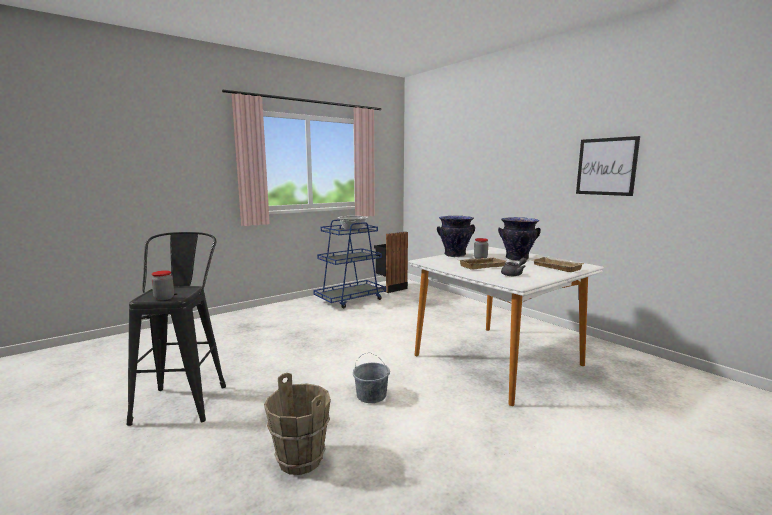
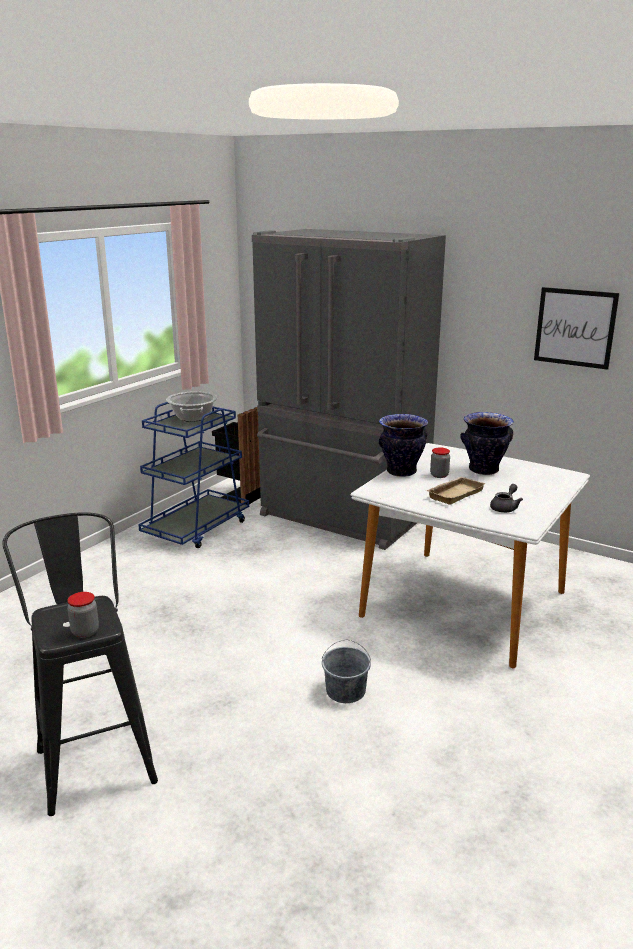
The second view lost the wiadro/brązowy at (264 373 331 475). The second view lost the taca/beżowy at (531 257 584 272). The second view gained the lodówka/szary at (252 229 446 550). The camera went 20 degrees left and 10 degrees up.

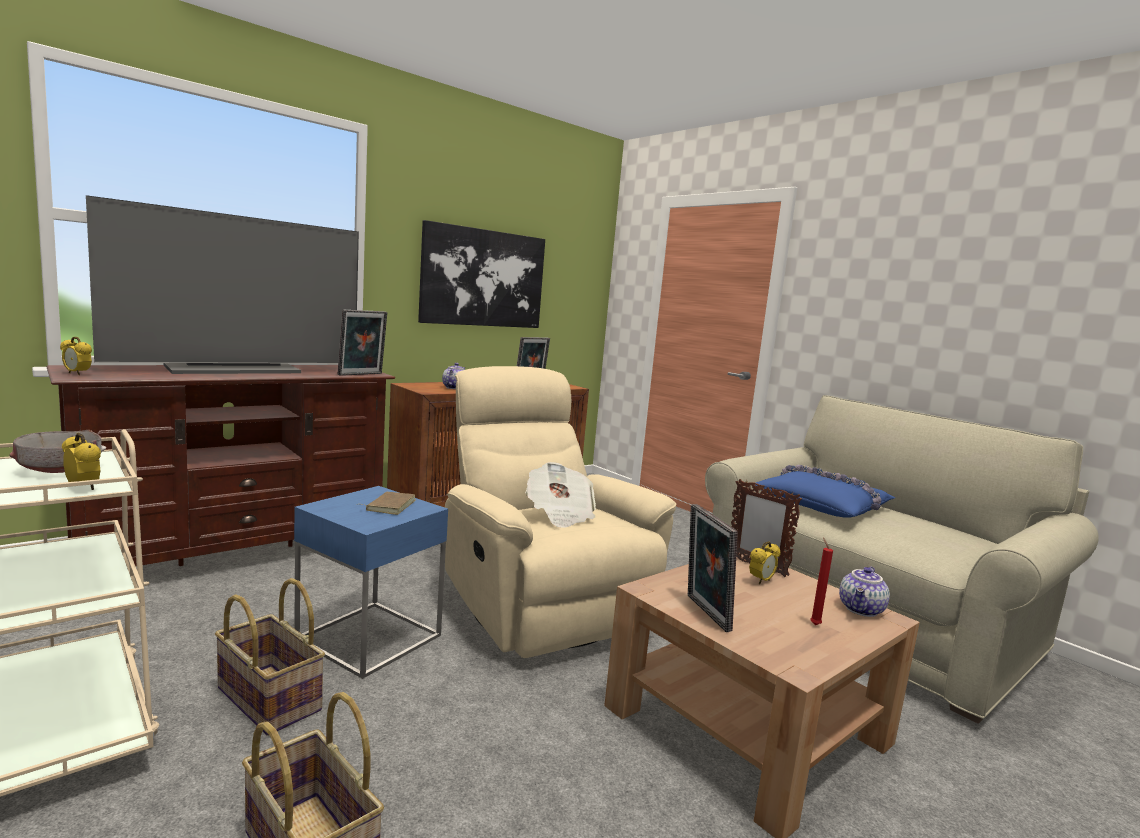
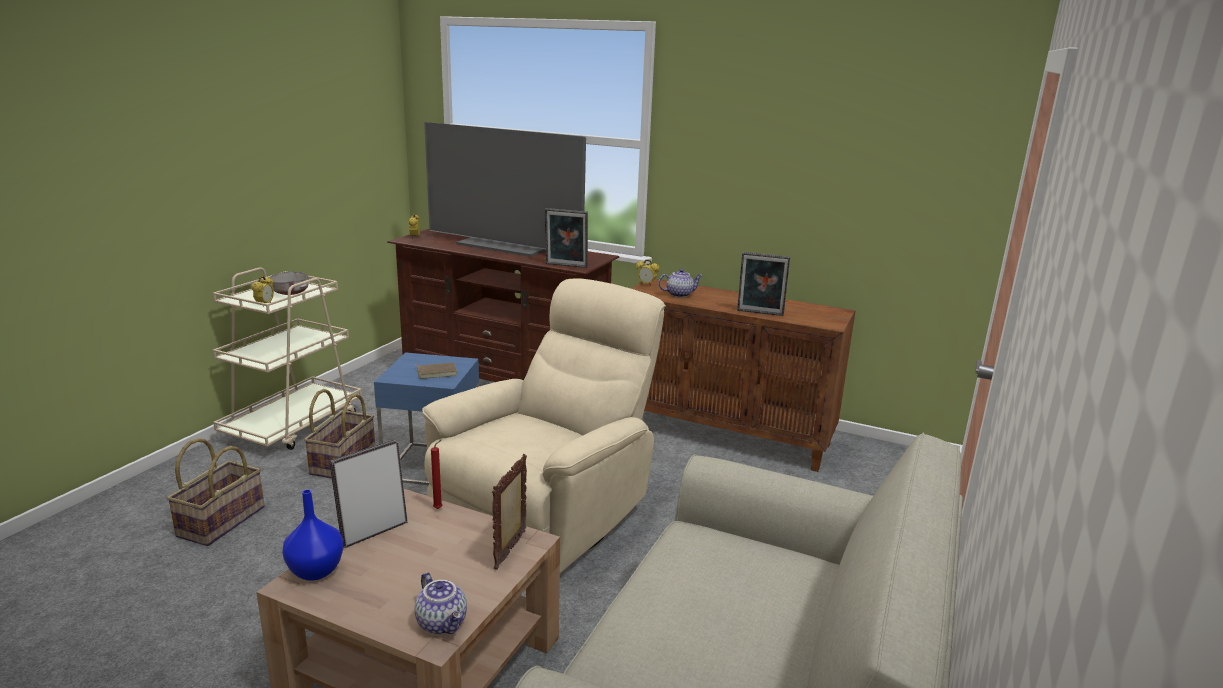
The second view lost the obraz at (418 220 545 328). The second view lost the gazeta at (525 462 596 528). The second view lost the poduszka/niebieski at (755 465 895 518). The second view gained the wazon/niebieski at (282 489 343 581). The budzik ended up elsewhere, having gone from (749 541 781 584) to (636 259 659 286). The świeca/czerwony ended up elsewhere, having gone from (810 537 833 625) to (431 440 442 509). The imbryk at (839 567 890 617) ended up facing another way, 135 degrees counterclockwise from before. The camera went 65 degrees right and 10 degrees up.

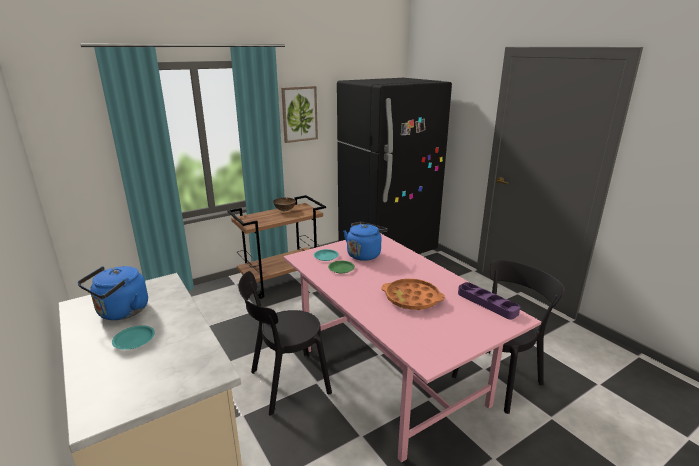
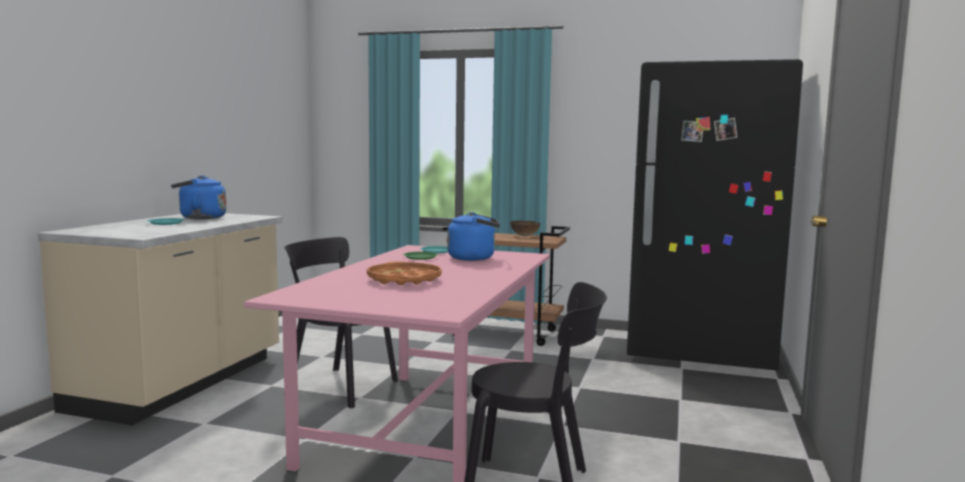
The second view lost the obraz at (281 86 318 143). The second view lost the taca/fioletowy at (458 282 520 319). The camera went 50 degrees right and 15 degrees down.

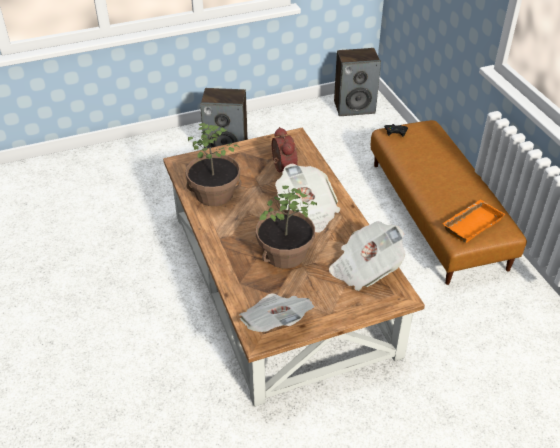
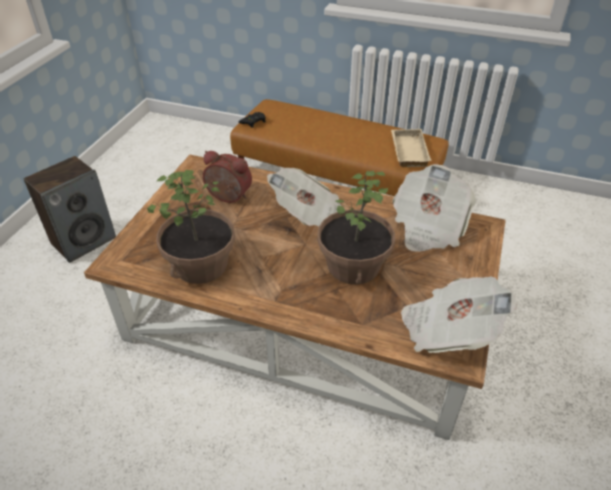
The second view lost the głośnik at (334 48 381 116). What was the taca/pomarańczowy at (442 200 505 243) turned into the taca/beżowy at (391 129 431 167). The camera went 50 degrees left and 0 degrees up.

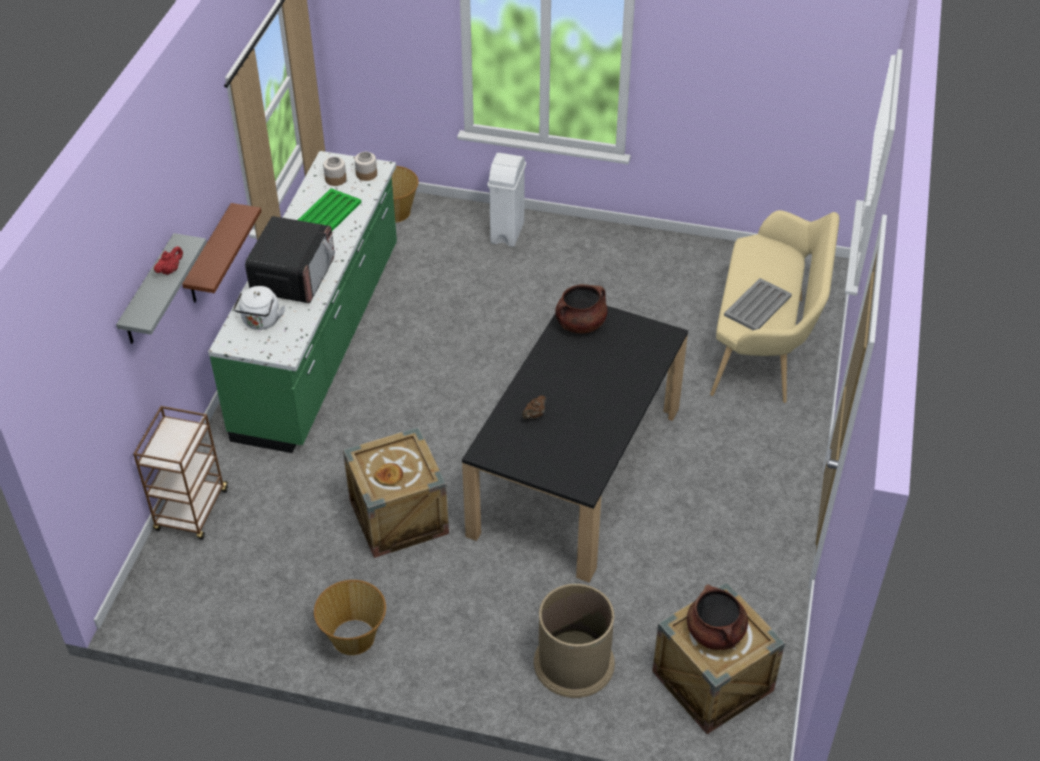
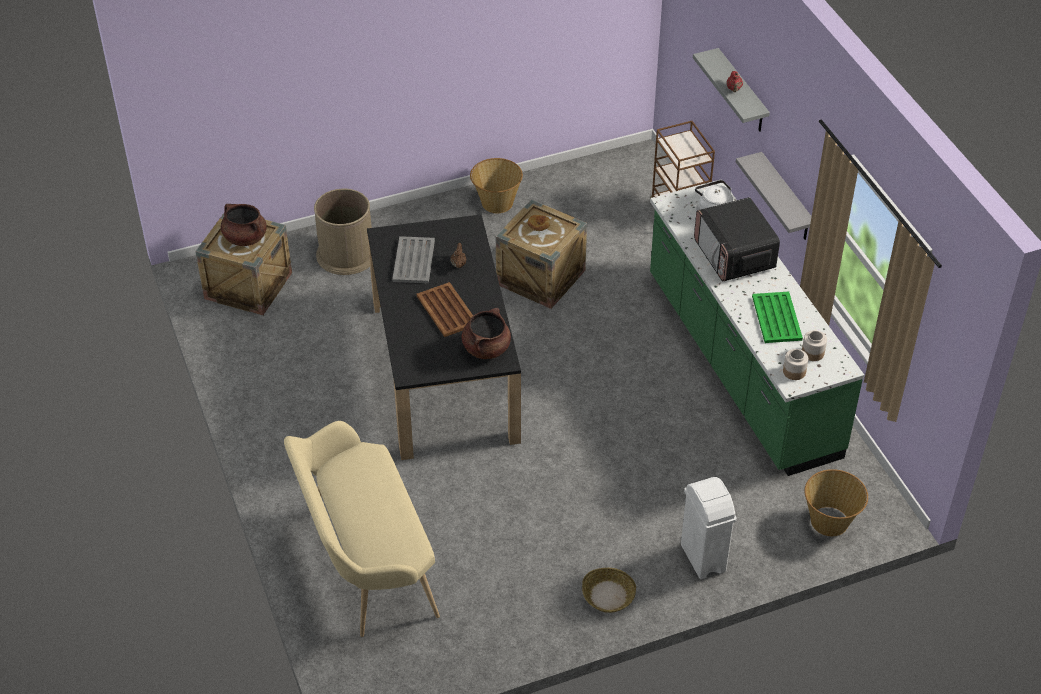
The second view gained the taca/brązowy at (417 282 473 337). The second view gained the koszyk at (582 568 636 613). The taca/szary ended up elsewhere, having gone from (724 278 792 330) to (392 236 435 283). What was the półka/brązowy at (182 203 261 303) turned into the półka/szary at (736 152 812 240). The camera went 145 degrees right and 0 degrees up.

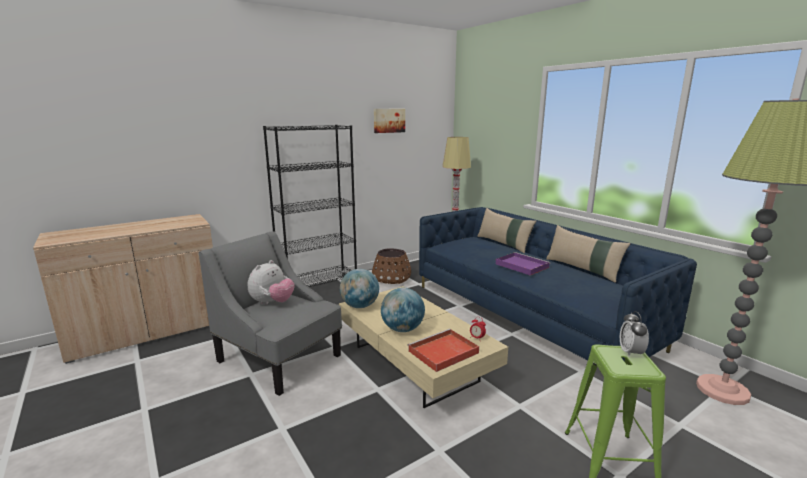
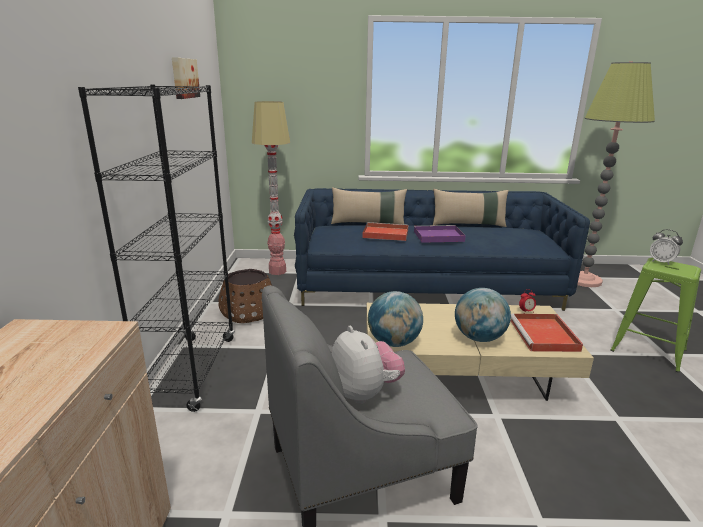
The second view gained the taca/czerwony at (362 222 408 241). The camera went 55 degrees left and 5 degrees up.

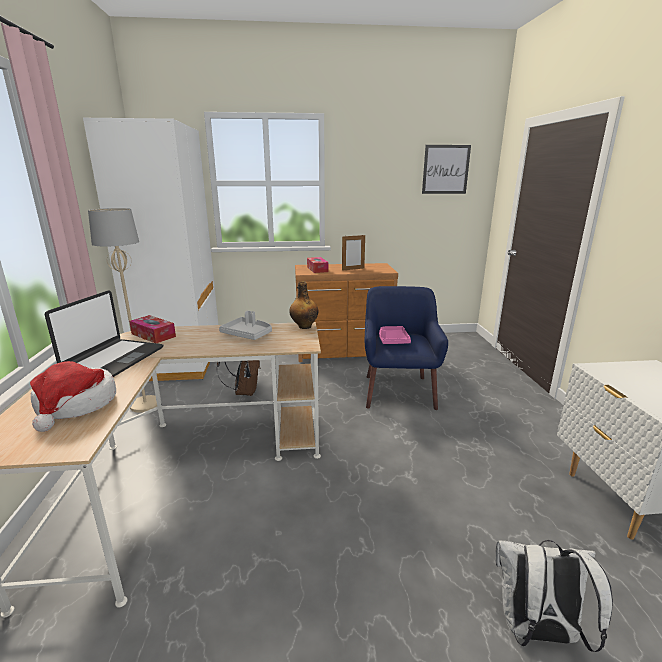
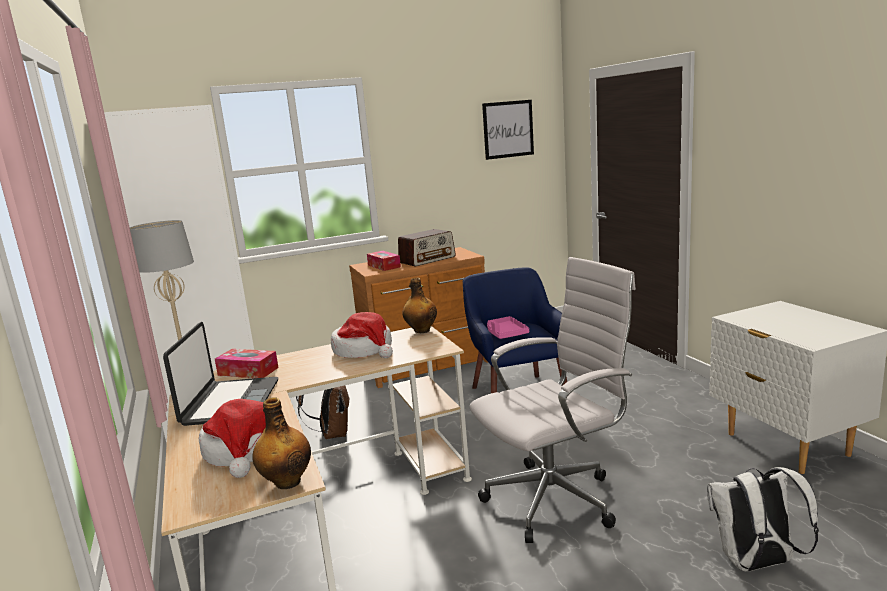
The second view gained the butelka at (252 397 311 489). The second view gained the krzesło biurowe/biały at (470 257 636 543). Where the taca/szary stood at (219 311 272 340), the kapelusz came to stand at (331 312 393 358). Where the ramka na zdjęcie stood at (342 235 365 271), the radio came to stand at (398 229 455 266). The camera went 15 degrees left and 5 degrees down.

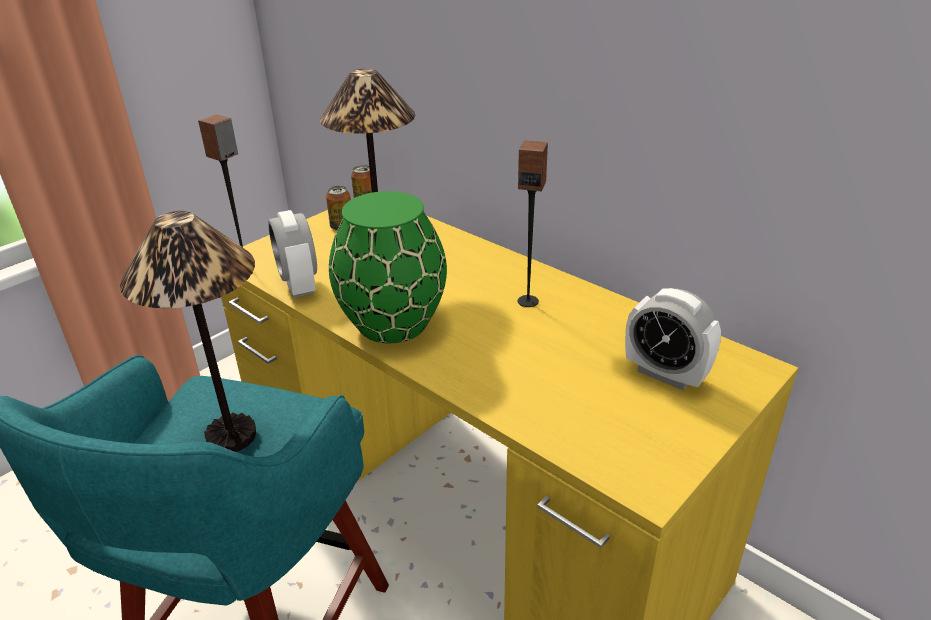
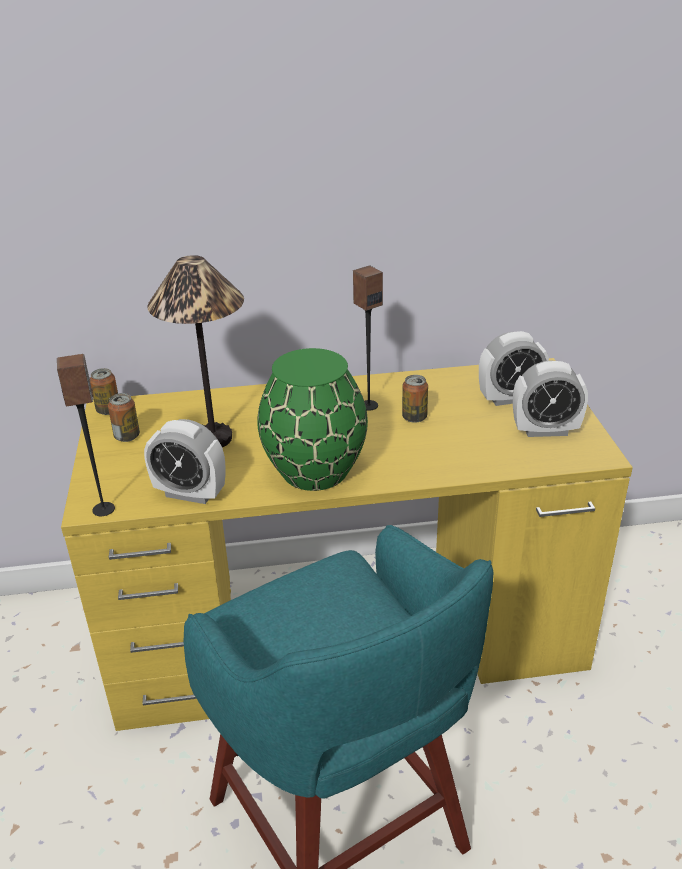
The second view lost the lampa stołowa at (120 211 256 452). The second view gained the puszka at (402 375 428 423). The second view gained the budzik at (513 360 588 437). The camera went 50 degrees left and 0 degrees up.

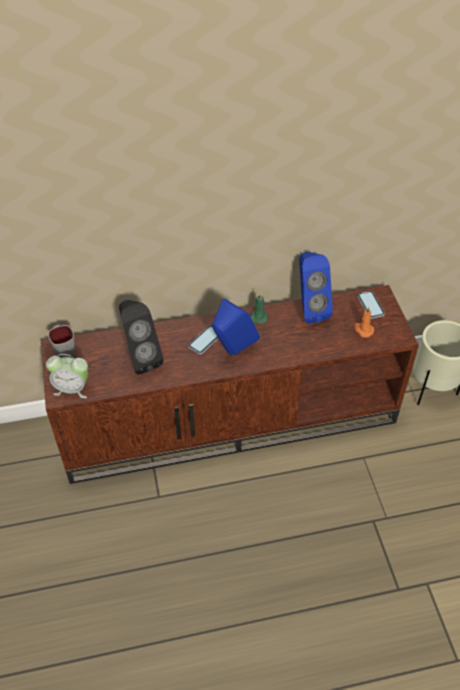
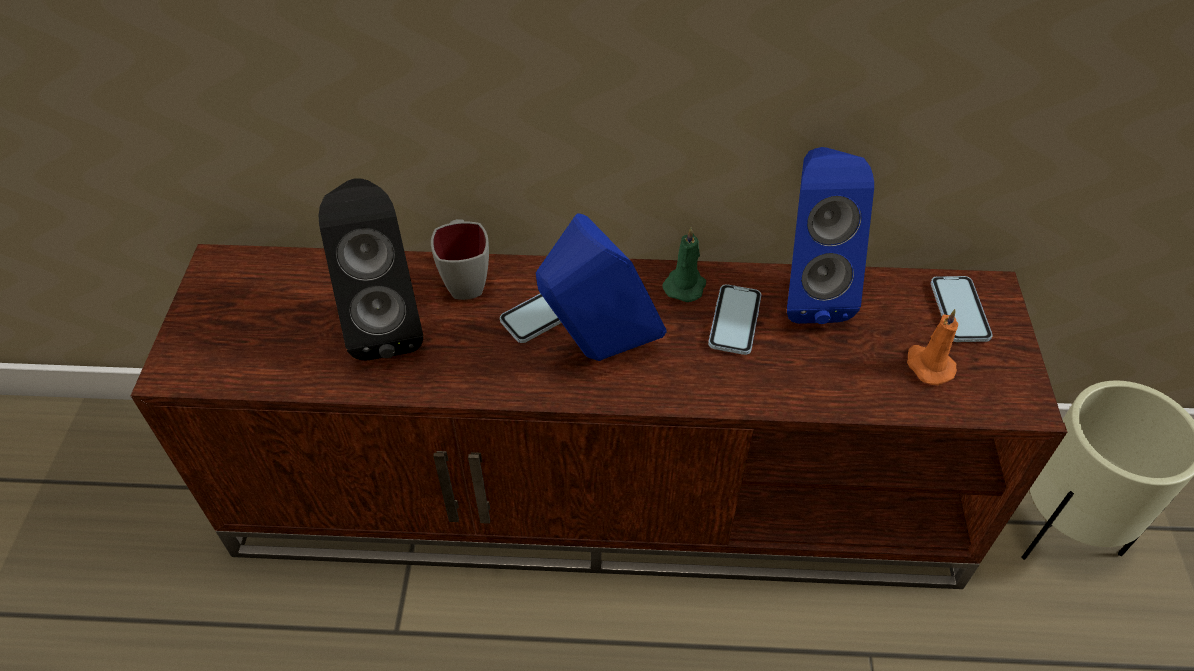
The second view lost the budzik at (46 354 88 398). The second view gained the telefon at (708 284 761 355). The kubek/szary ended up elsewhere, having gone from (48 325 75 358) to (431 219 489 300). The camera went 15 degrees right and 0 degrees up.

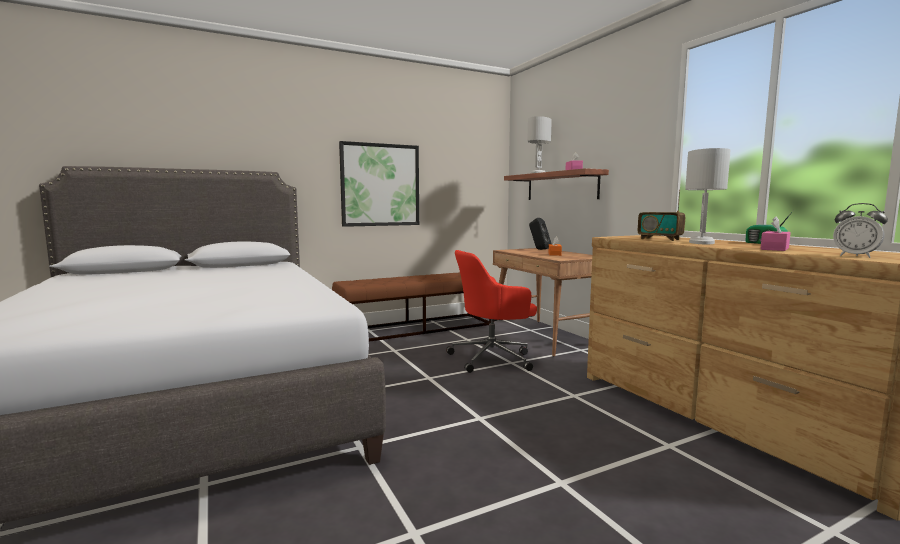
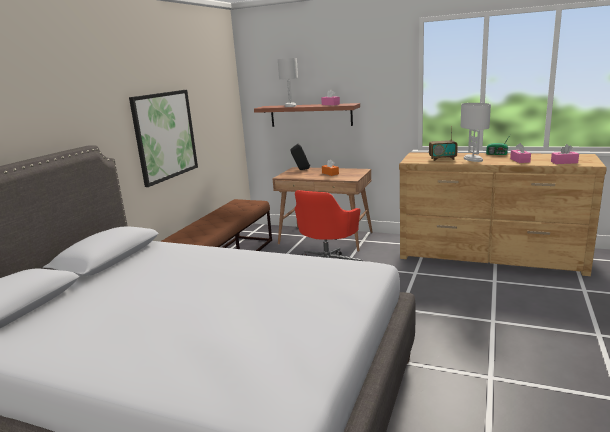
Where the budzik stood at (833 203 888 258), the pudełko chusteczek/różowy came to stand at (551 144 579 164). The camera went 40 degrees left and 10 degrees up.

